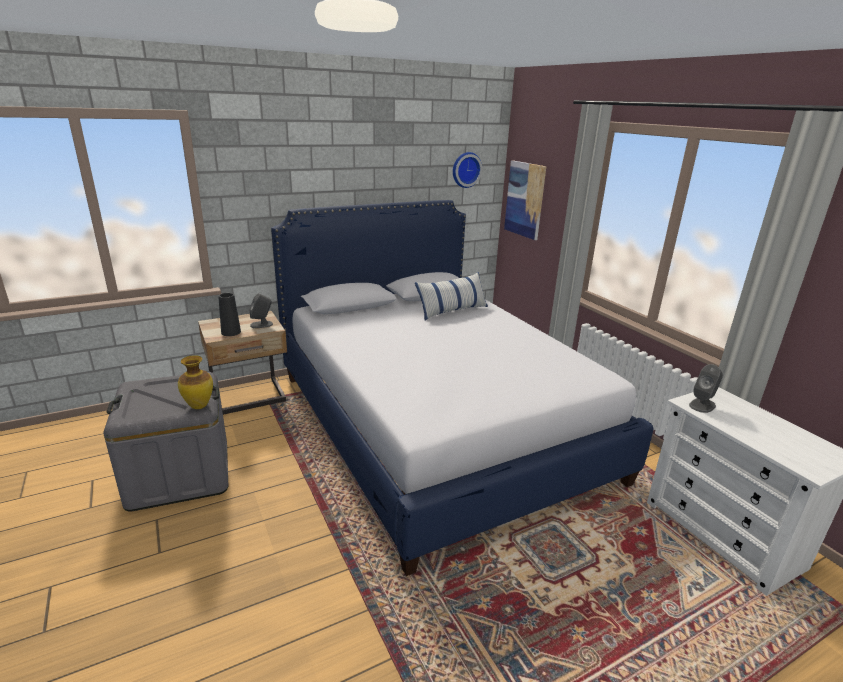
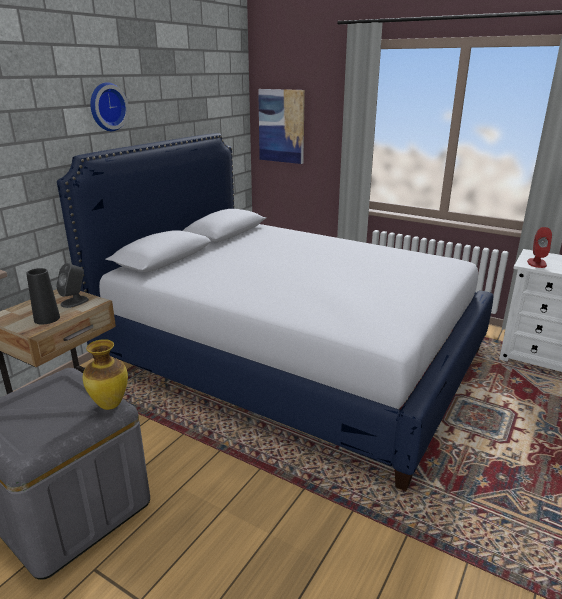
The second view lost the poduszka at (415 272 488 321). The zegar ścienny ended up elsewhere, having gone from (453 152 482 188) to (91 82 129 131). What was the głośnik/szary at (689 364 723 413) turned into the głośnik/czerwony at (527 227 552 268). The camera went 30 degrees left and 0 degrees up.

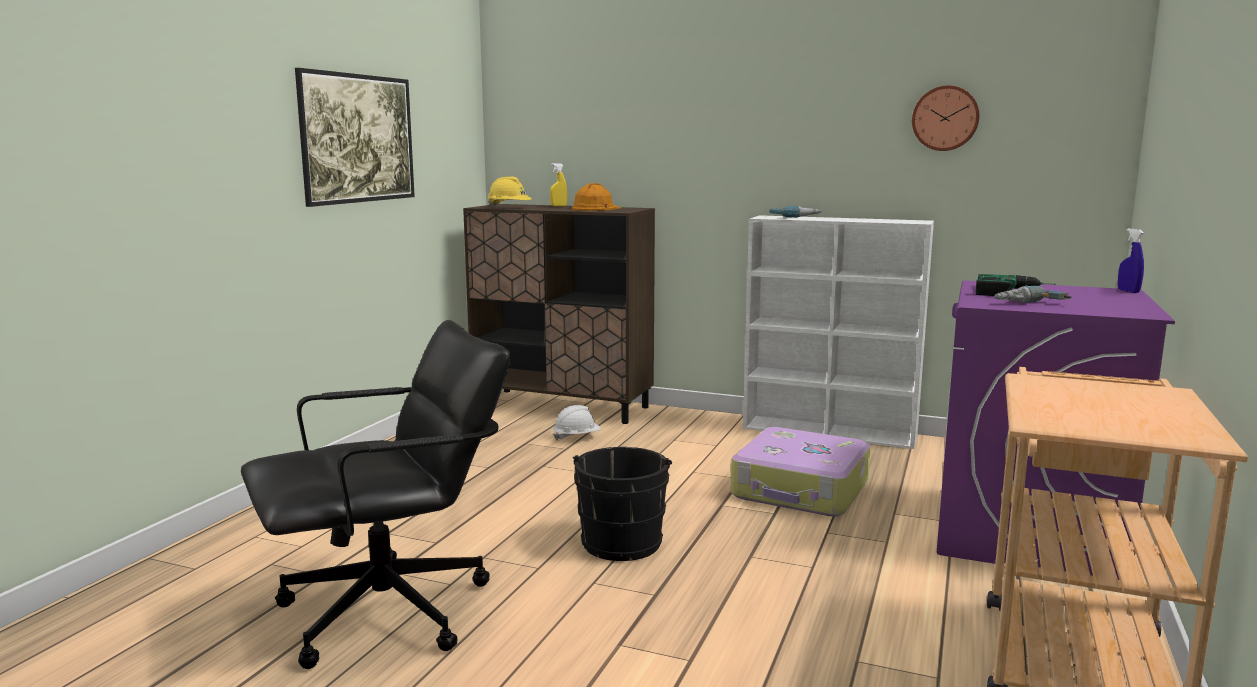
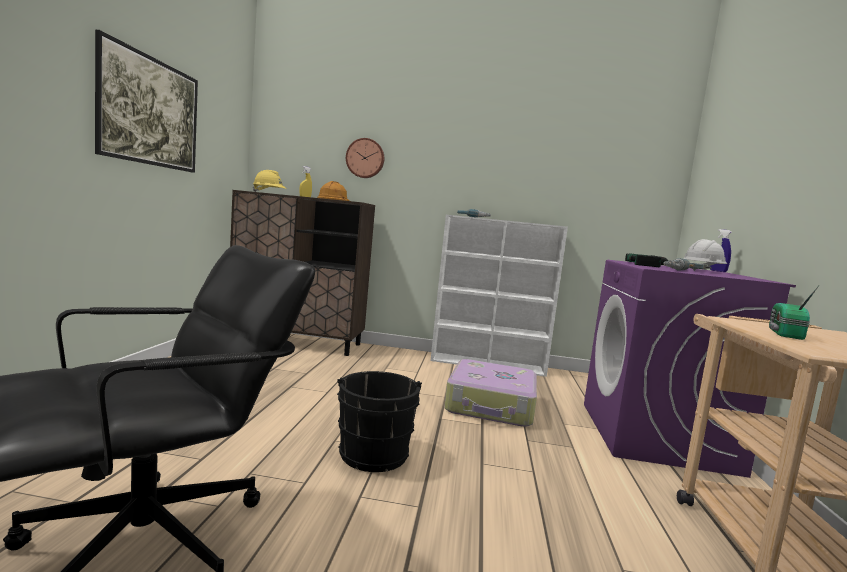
The second view gained the radio at (769 286 819 340). The kask/biały ended up elsewhere, having gone from (553 405 601 441) to (683 239 728 271). The zegar ścienny ended up elsewhere, having gone from (912 85 979 151) to (346 138 384 178). The camera went 15 degrees left and 5 degrees down.

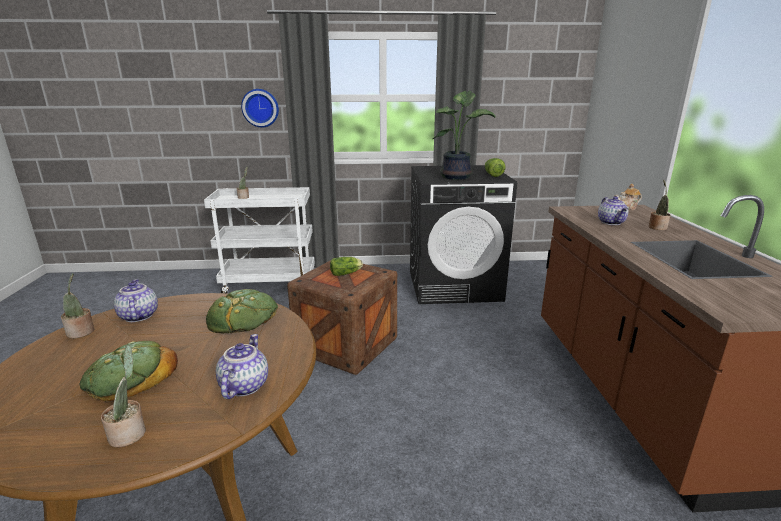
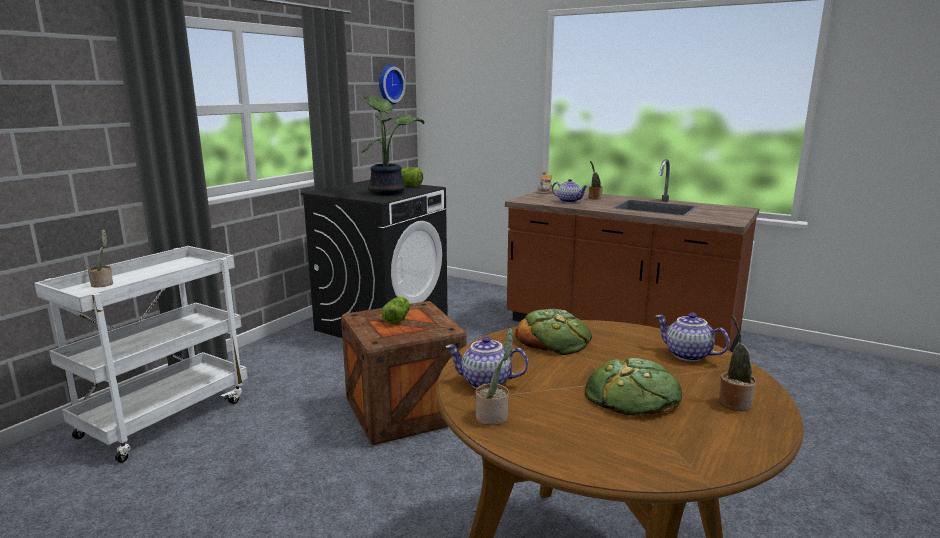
The zegar ścienny ended up elsewhere, having gone from (241 89 279 127) to (379 65 405 105). The camera went 55 degrees left and 5 degrees down.

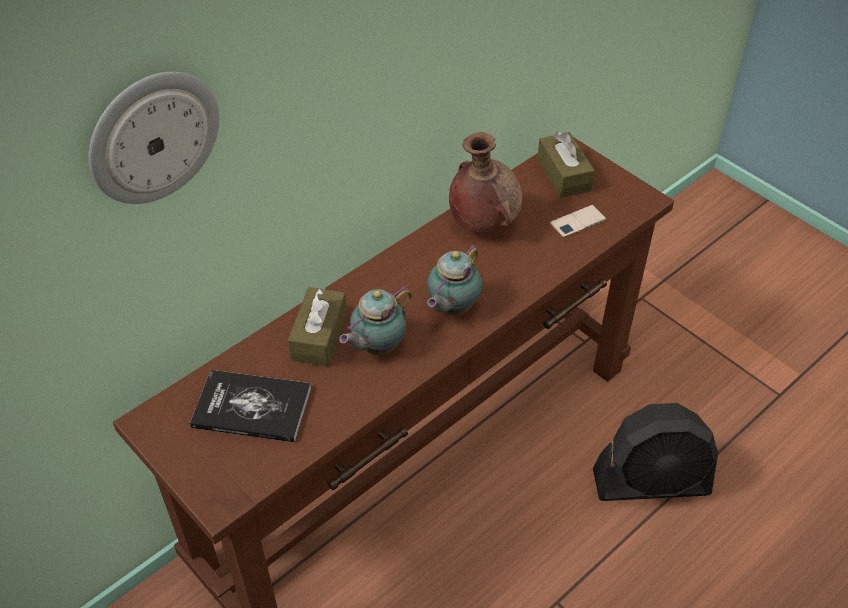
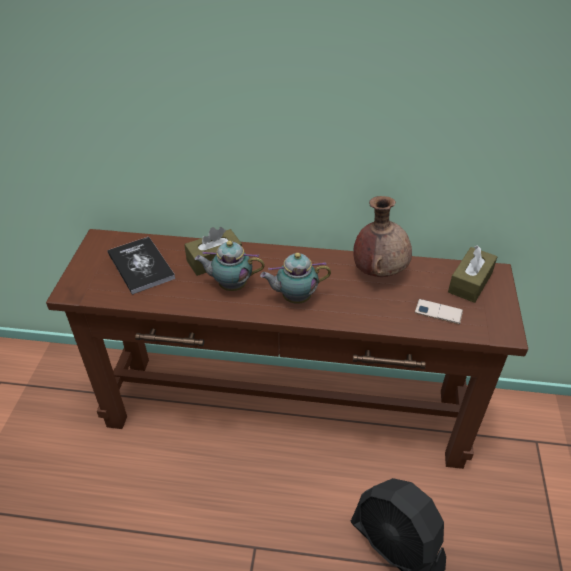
The second view lost the zegar ścienny at (89 71 219 204). The camera went 50 degrees right and 5 degrees down.

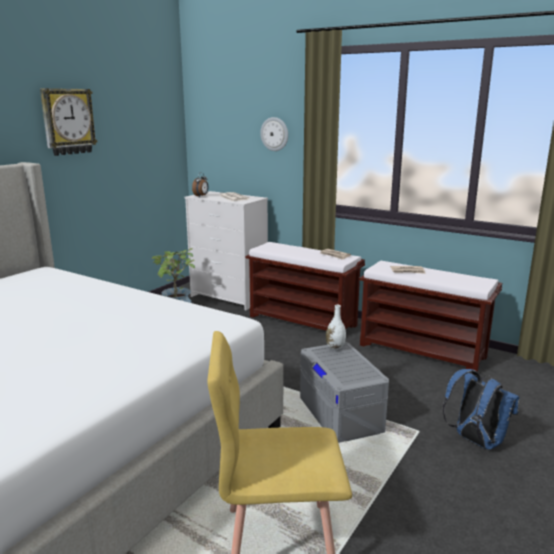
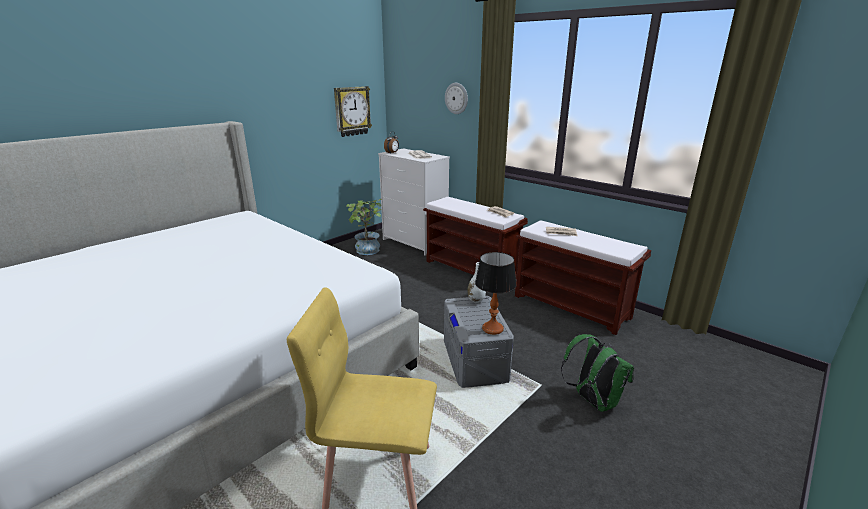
The second view gained the lampa stołowa at (475 252 517 335). The zegar ścienny ended up elsewhere, having gone from (40 88 98 156) to (334 86 372 137). What was the plecak/niebieski at (443 369 519 450) turned into the plecak/zielony at (561 334 634 412). The camera went 10 degrees right and 5 degrees up.

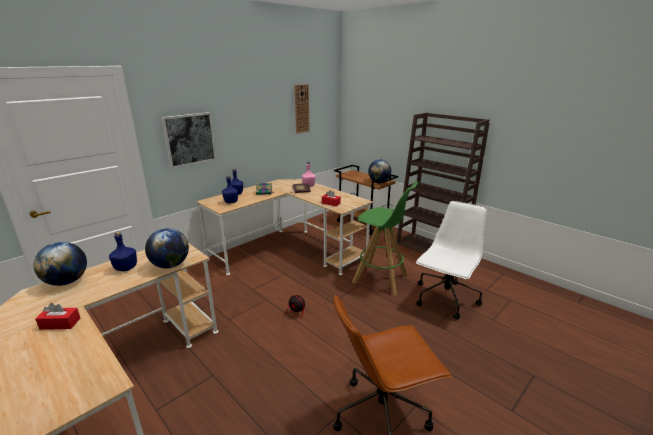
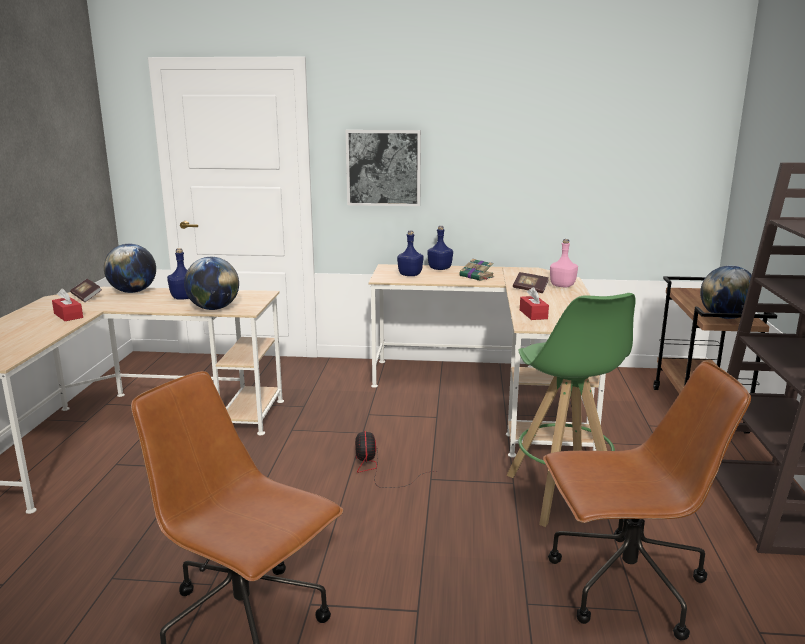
The second view lost the zegar ścienny at (295 84 310 133). The second view gained the książka at (70 279 102 302). What was the krzesło biurowe/biały at (416 201 487 320) turned into the krzesło biurowe/brązowy at (543 361 751 640). The camera went 50 degrees right and 5 degrees down.

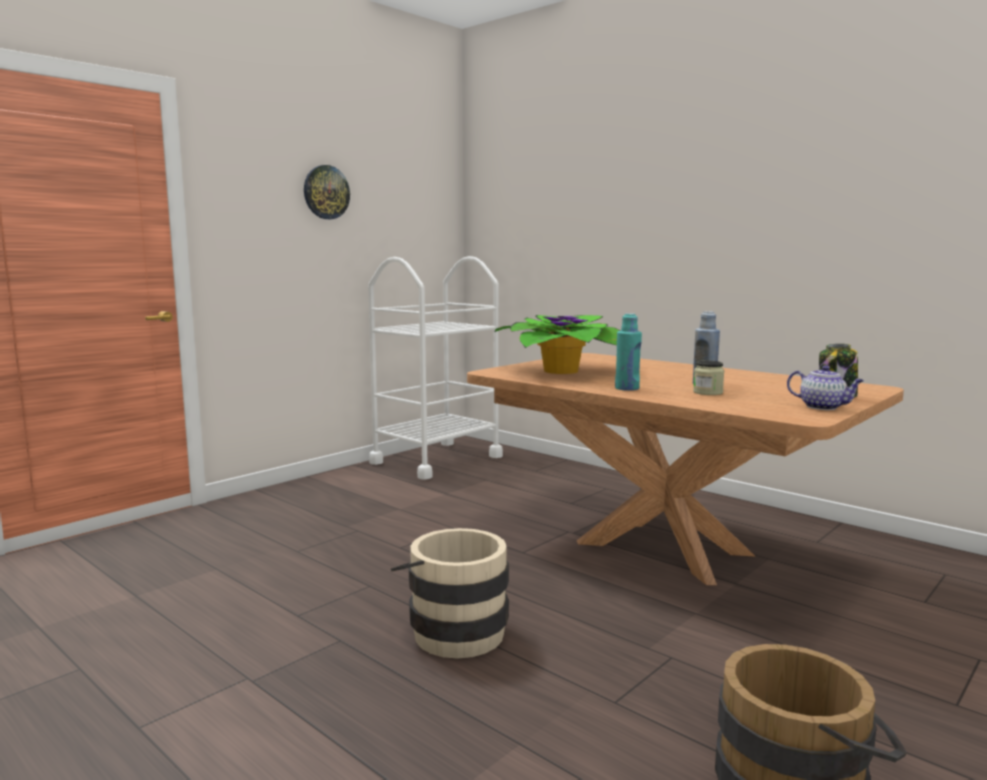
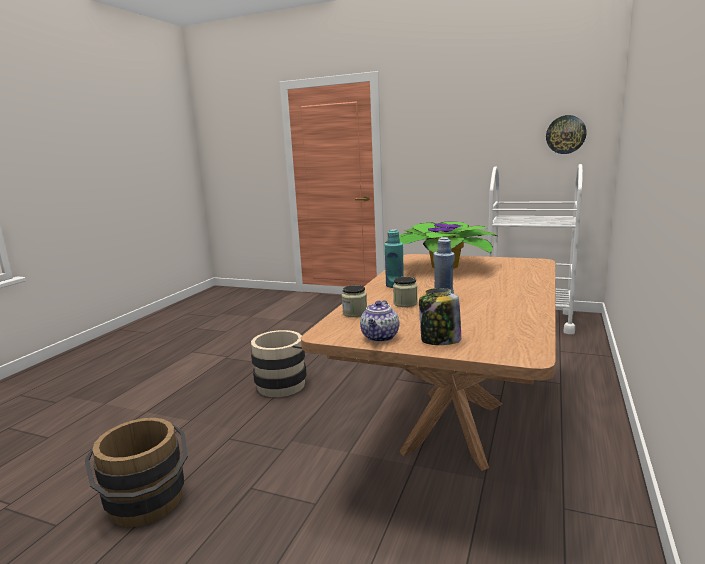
The second view gained the słoik at (342 285 367 317). The zegar ścienny ended up elsewhere, having gone from (304 165 350 219) to (546 115 587 154). The camera went 70 degrees right and 5 degrees up.

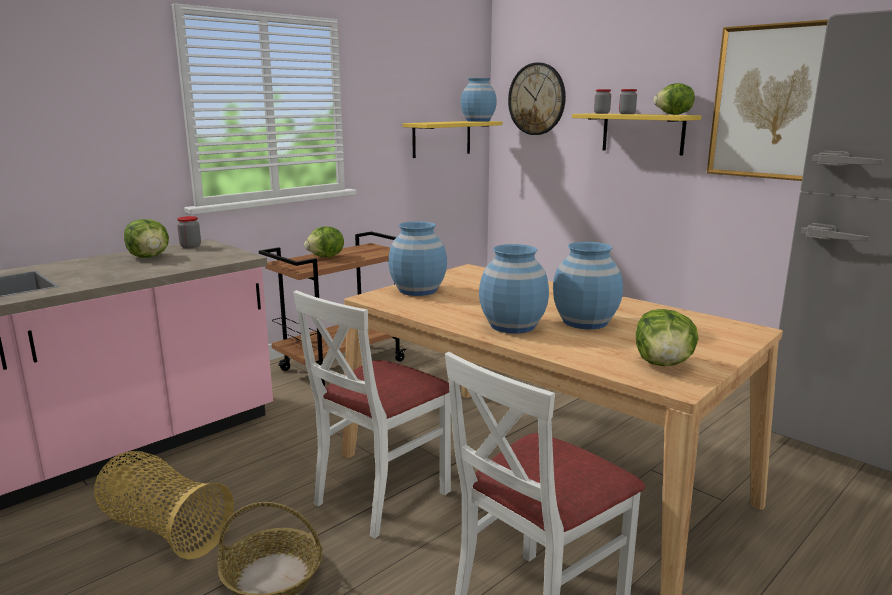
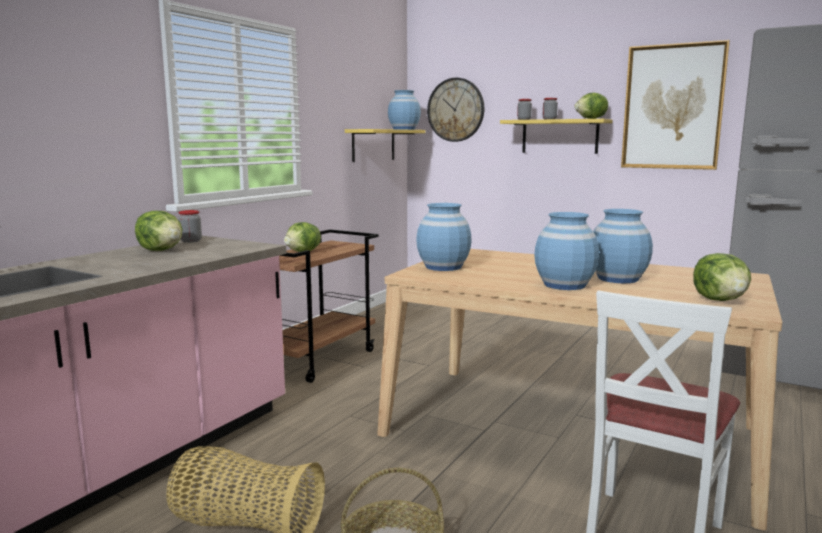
The second view lost the krzesło/biały at (293 290 451 538). The camera went 15 degrees left and 5 degrees down.

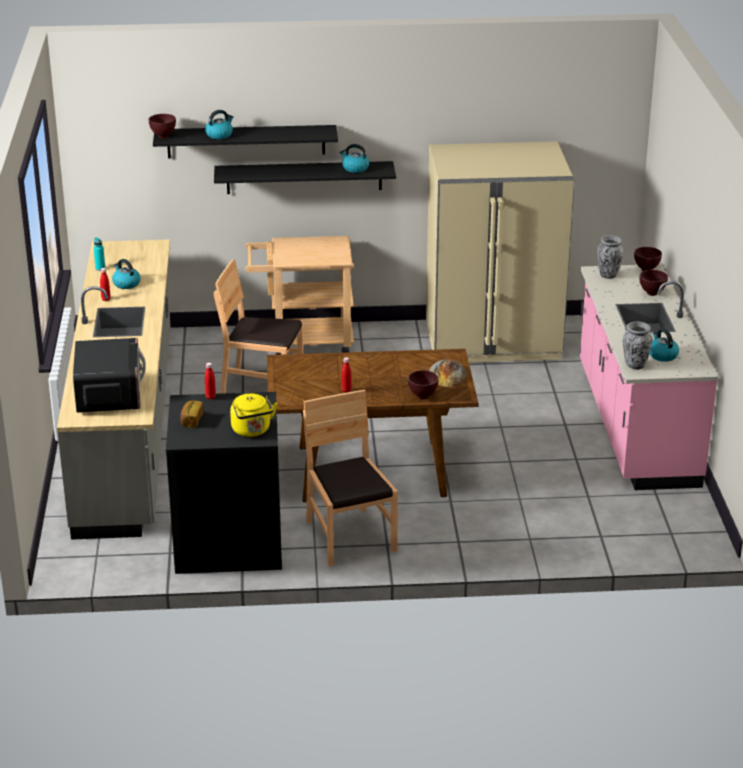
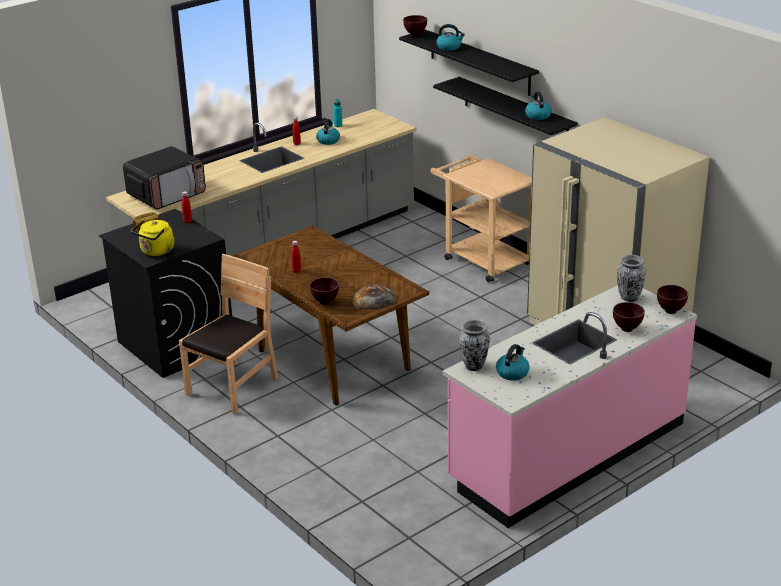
The second view lost the krzesło/brązowy at (214 259 304 394). The camera went 55 degrees right and 0 degrees up.

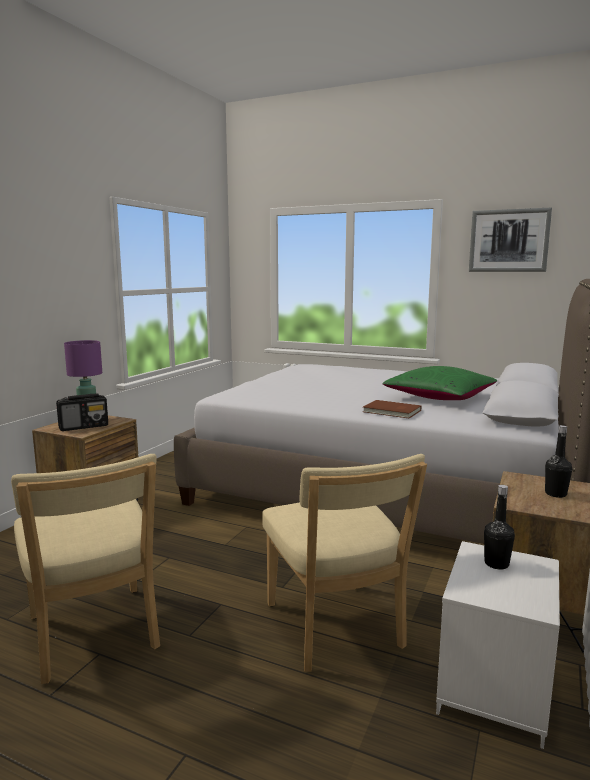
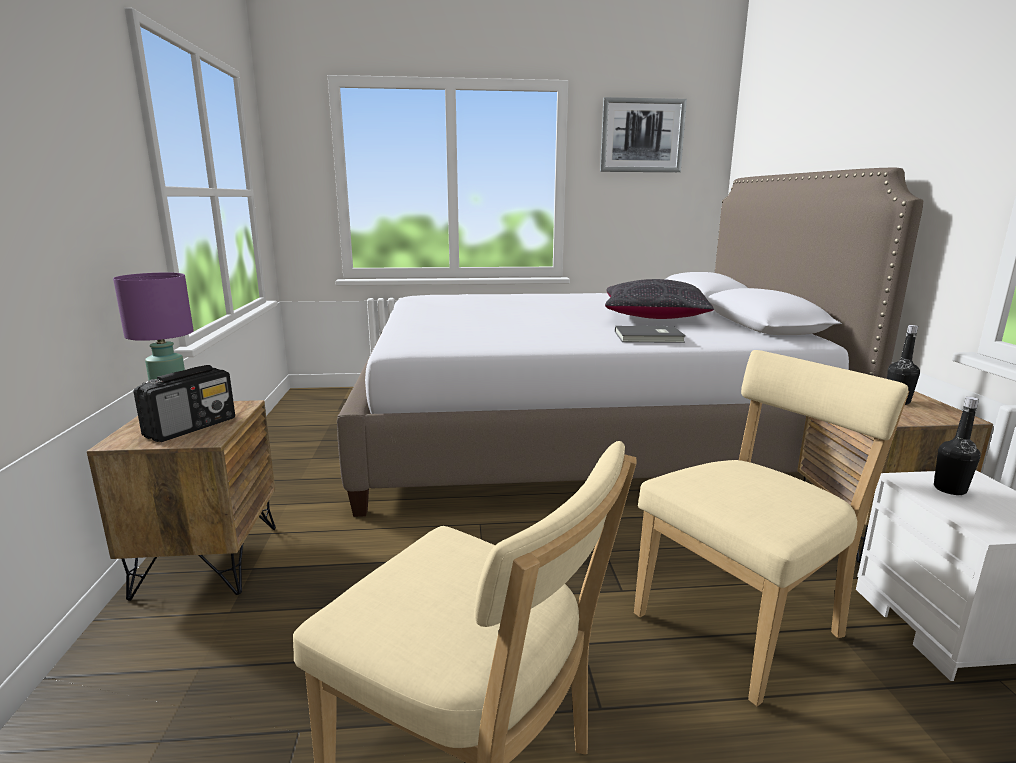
What was the książka/brązowy at (363 400 421 418) turned into the książka/szary at (615 326 686 343). What was the poduszka/zielony at (383 366 497 400) turned into the poduszka/czarny at (605 279 714 319). The krzesło/beżowy at (262 454 427 672) ended up facing another way, 75 degrees counterclockwise from before. The camera went 30 degrees left and 5 degrees up.

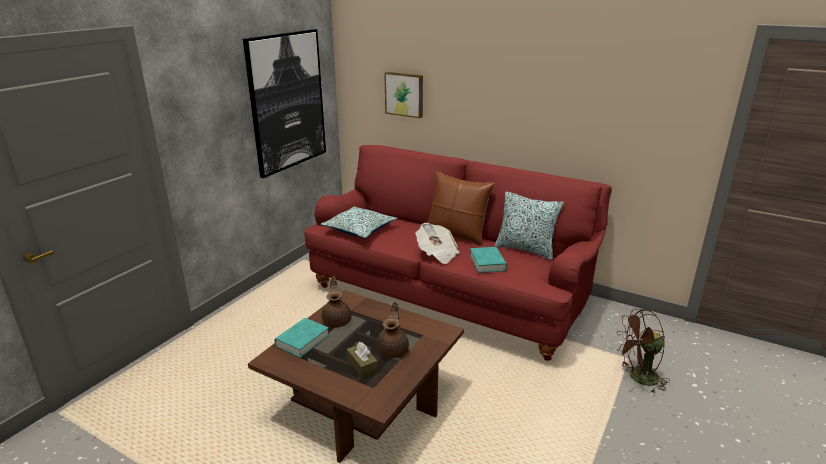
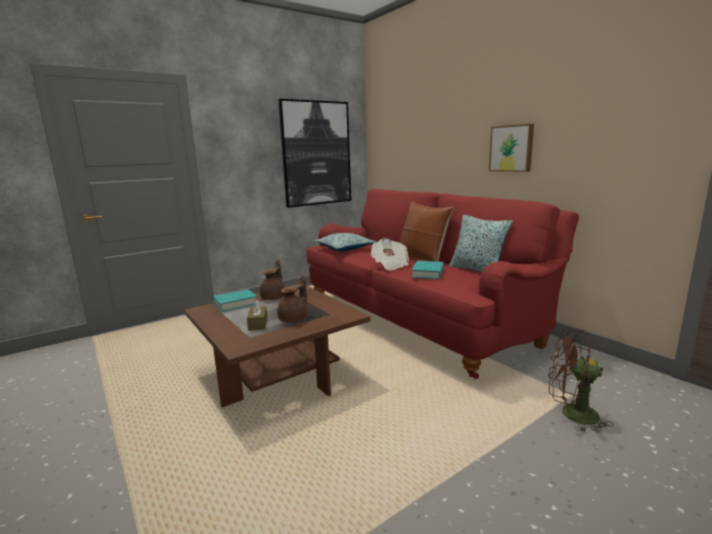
The obraz ended up elsewhere, having gone from (384 72 423 118) to (489 124 534 172). The camera went 25 degrees right and 10 degrees down.

